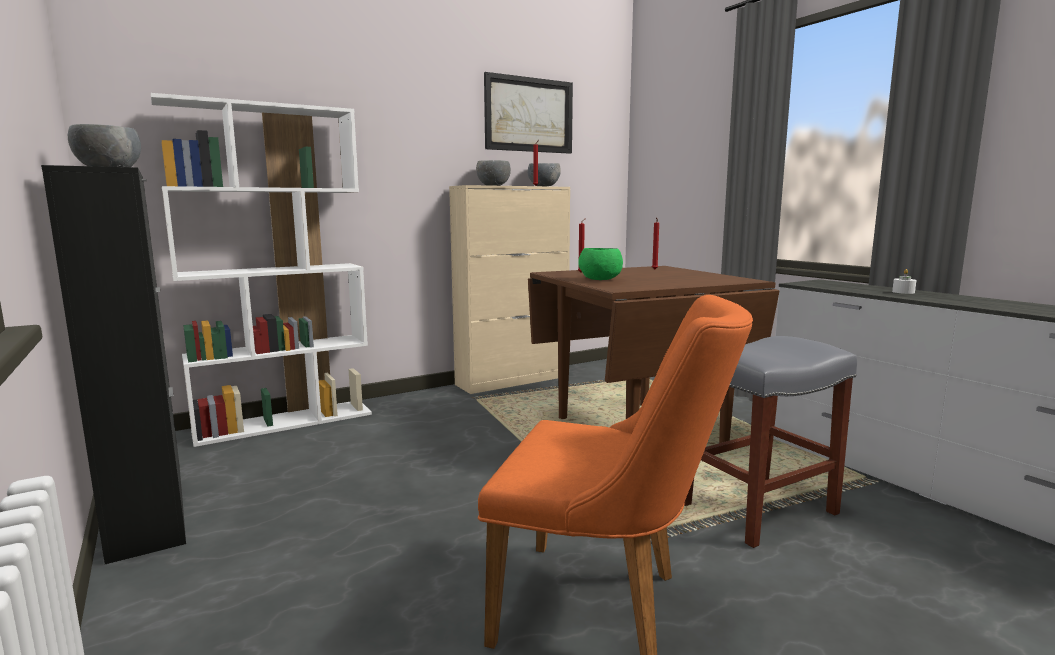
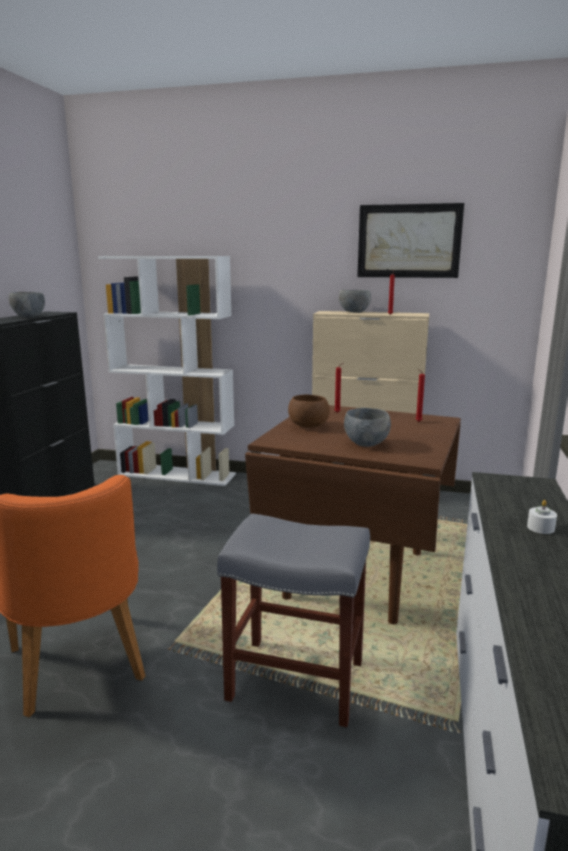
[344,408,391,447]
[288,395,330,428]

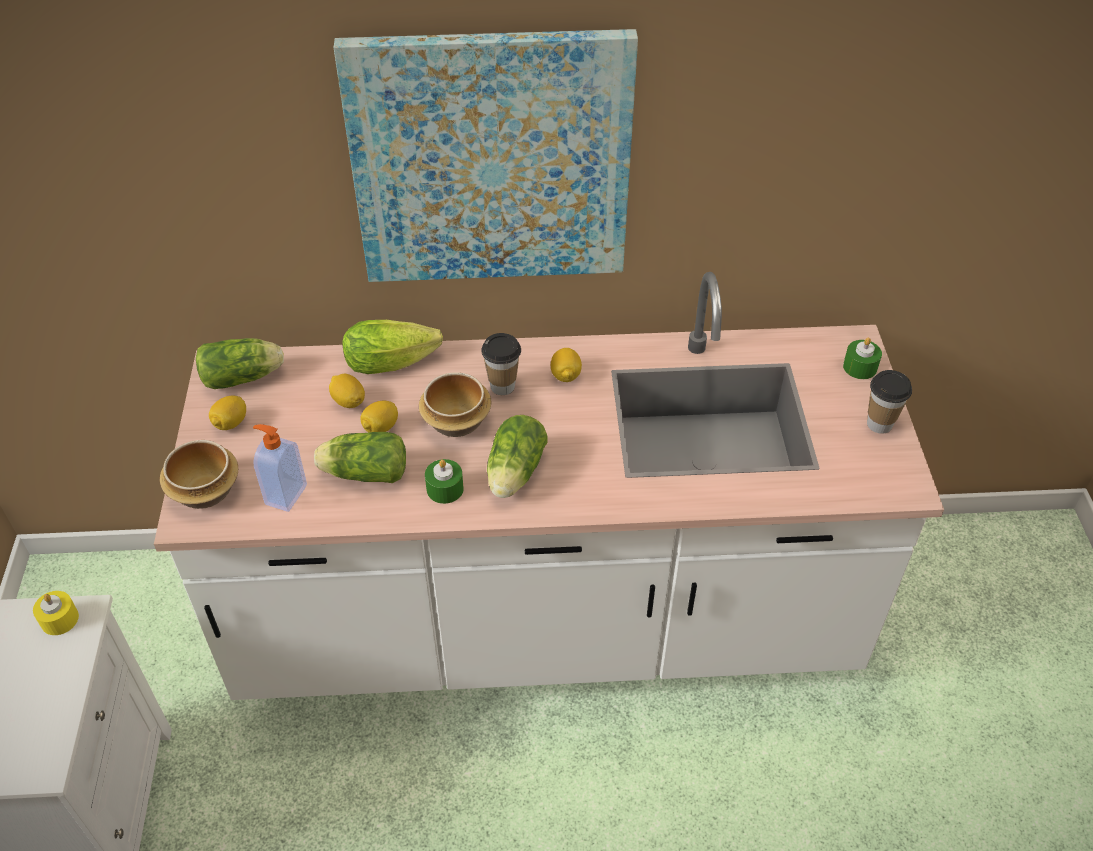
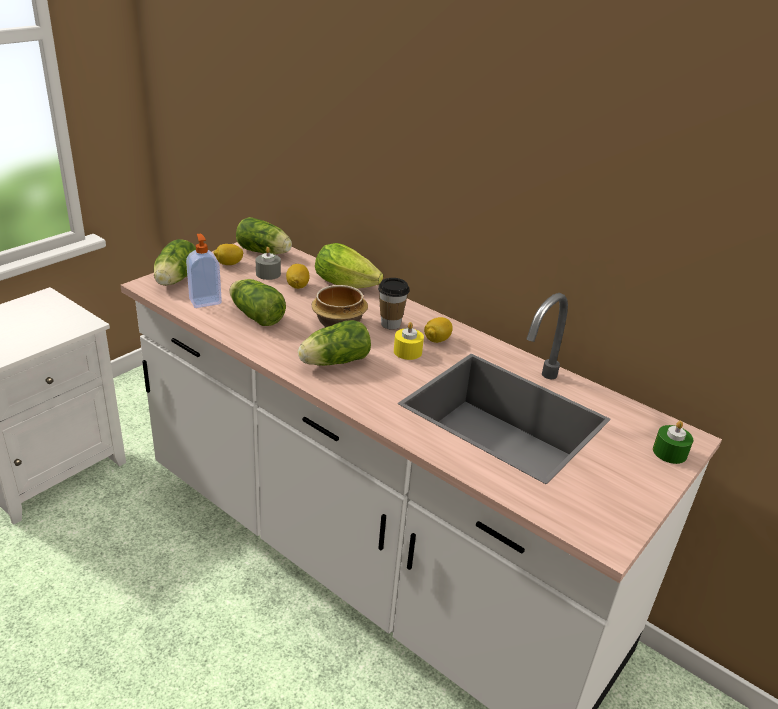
[394,322,424,360]
[154,239,196,286]
[334,29,638,282] (first image)
[360,401,398,433] (first image)
[425,459,464,504] (first image)
[867,370,912,434] (first image)
[256,247,281,280]

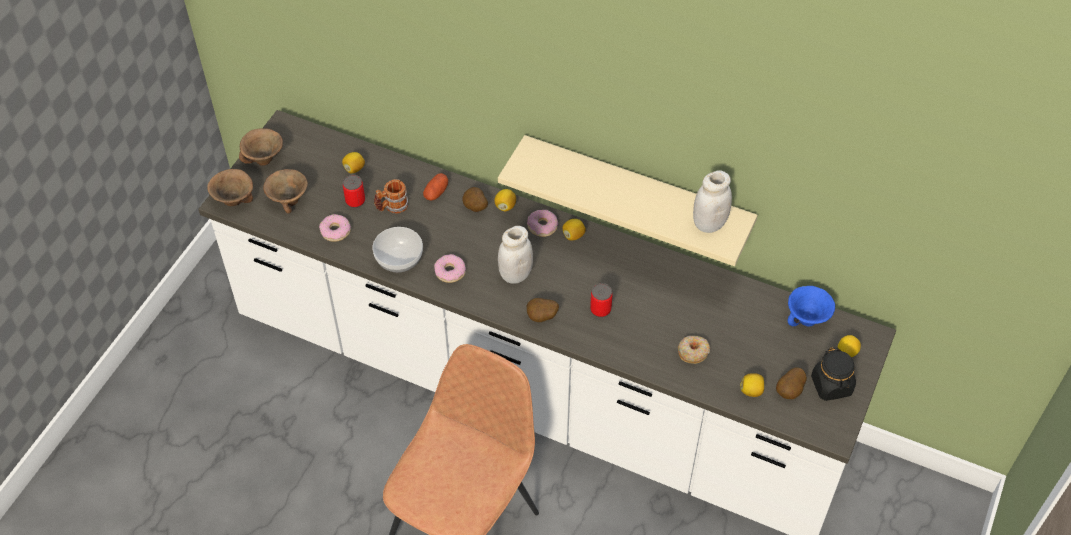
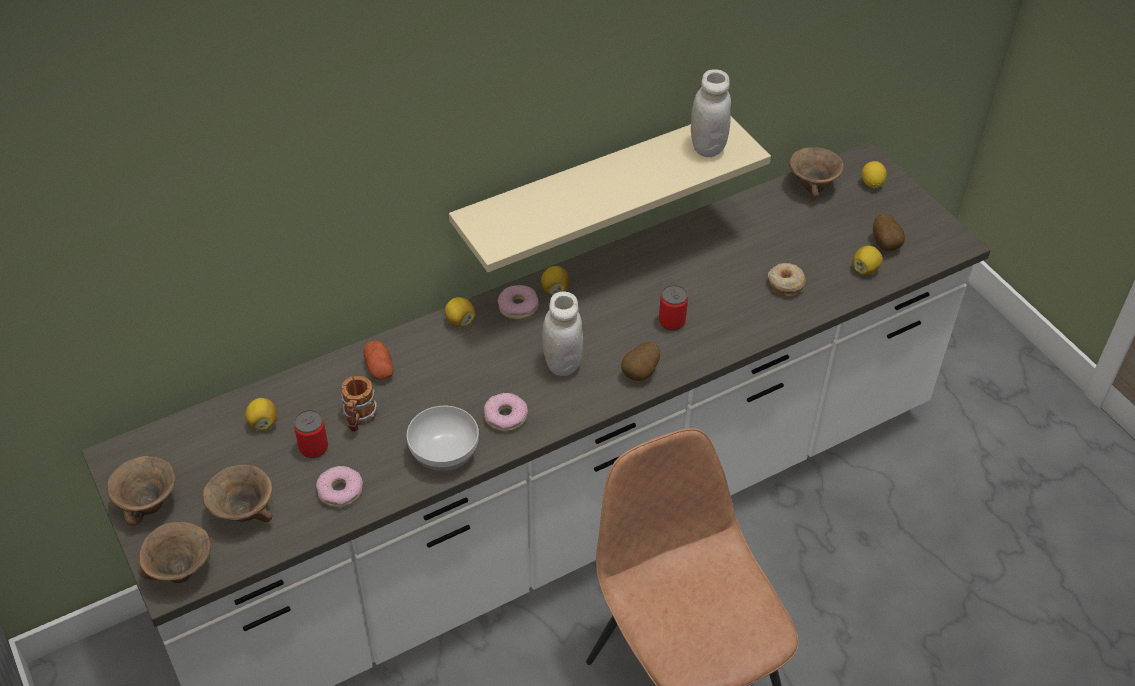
[462,187,488,212] (first image)
[789,147,844,199]
[811,348,856,401] (first image)

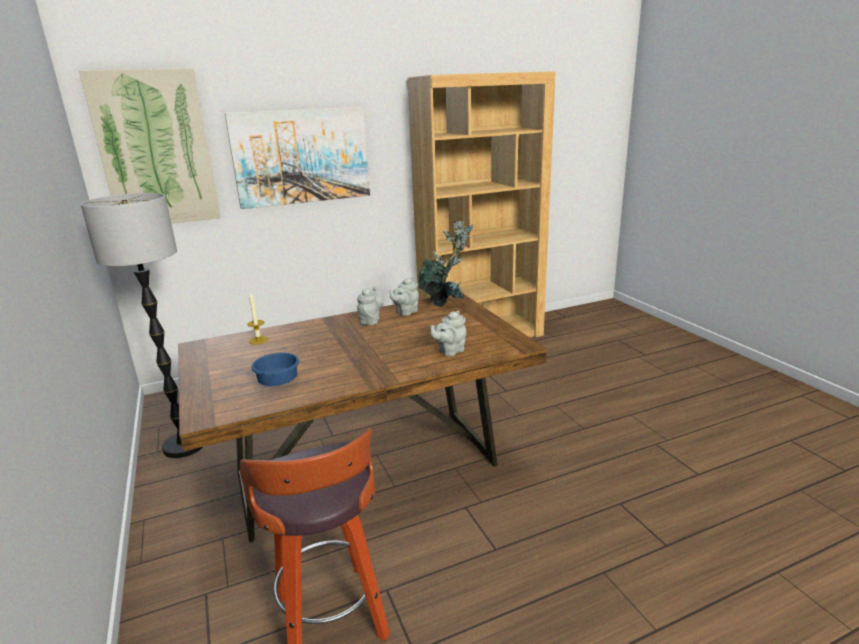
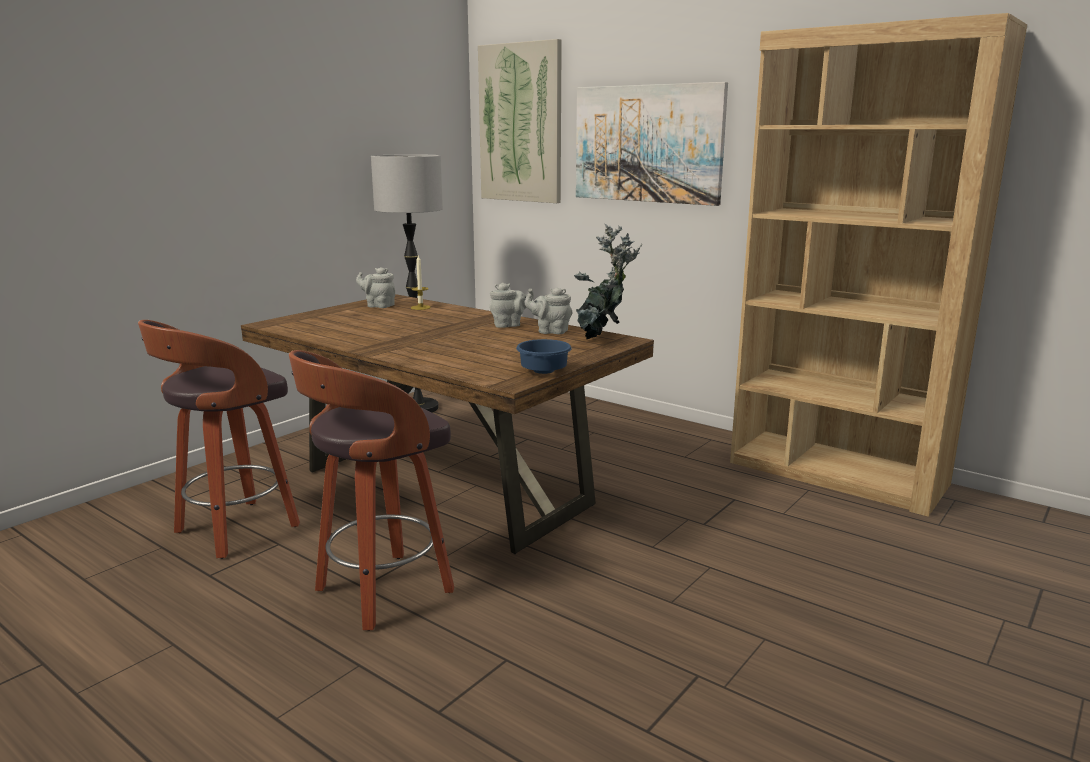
[516,339,572,374]
[356,267,395,308]
[289,350,454,631]

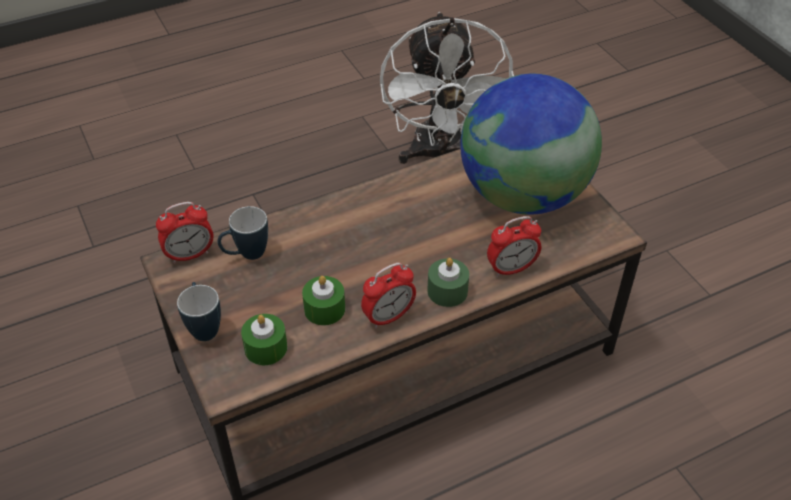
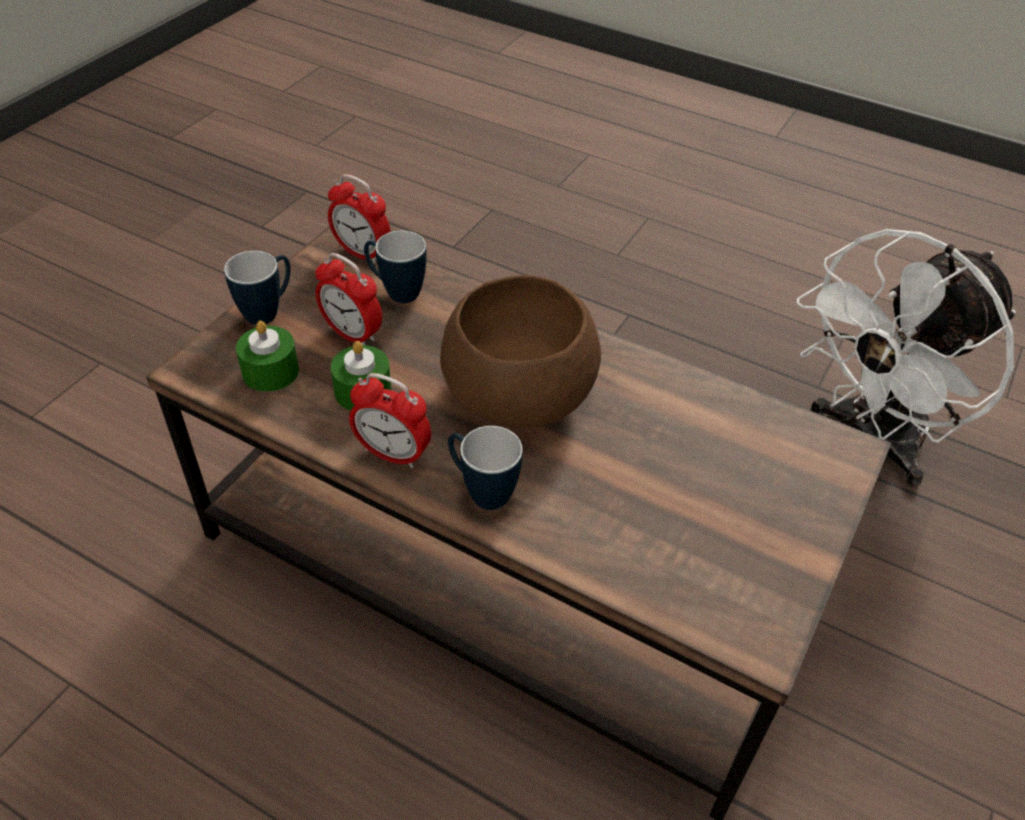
[448,426,522,510]
[460,74,602,215] (first image)
[315,253,382,345]
[440,275,601,428]

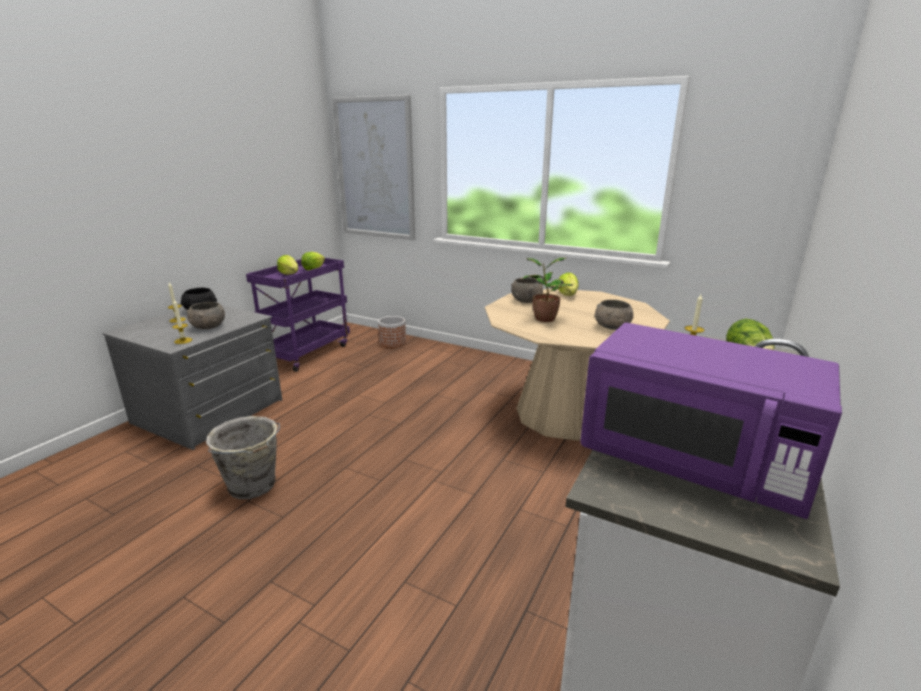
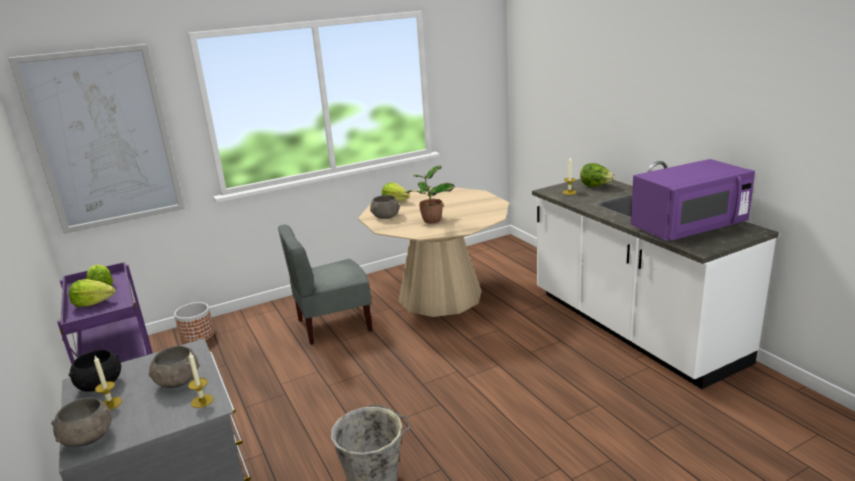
[51,397,112,447]
[278,224,372,345]

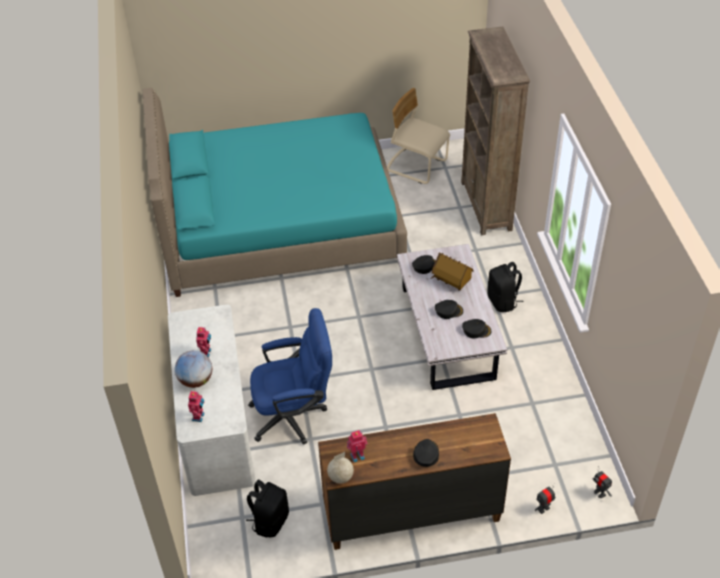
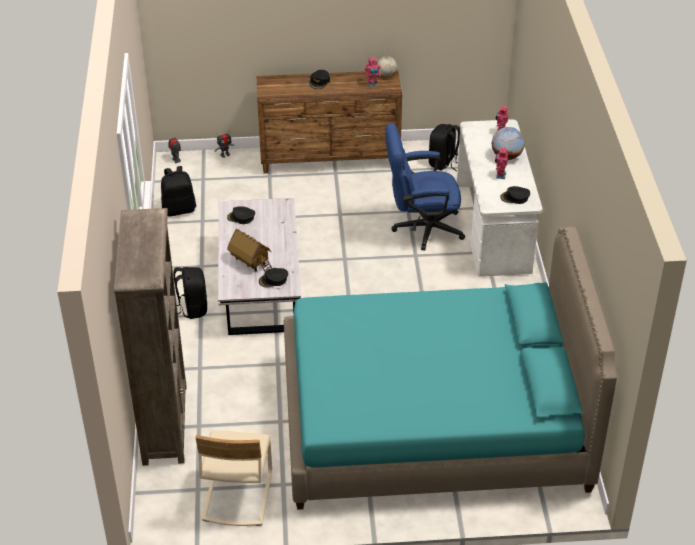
[195,430,272,526]
[500,186,530,204]
[161,166,196,217]

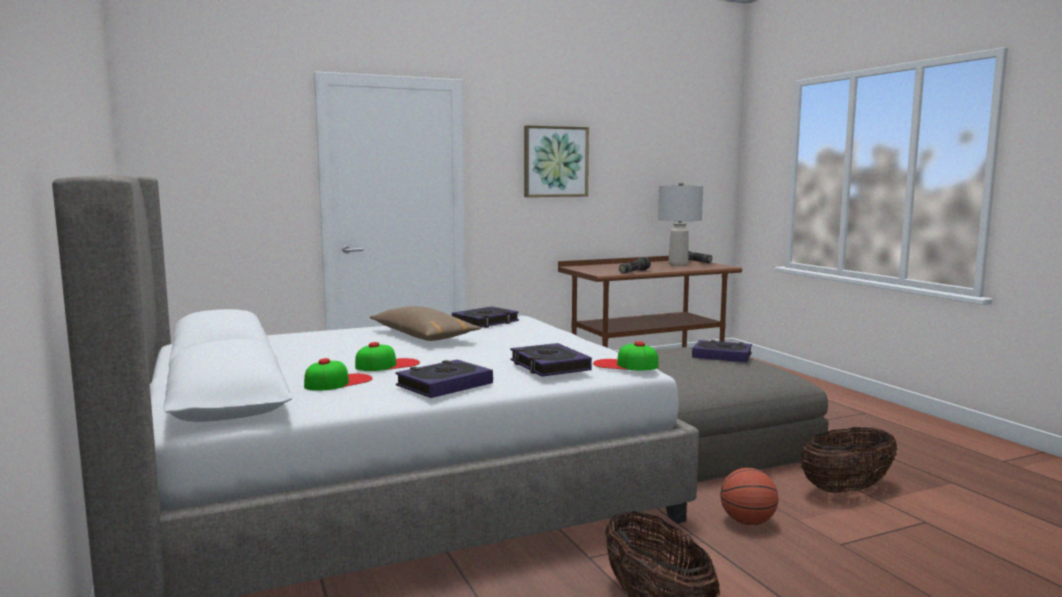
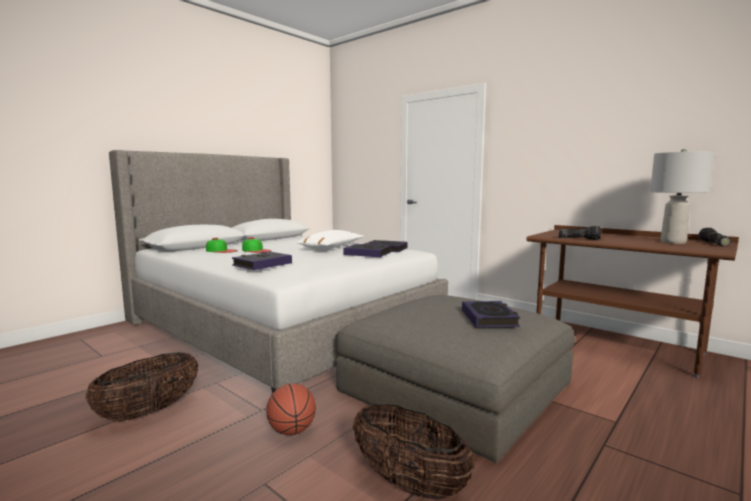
[296,230,364,249]
[344,244,391,257]
[524,125,589,197] (first image)
[593,341,659,371] (first image)

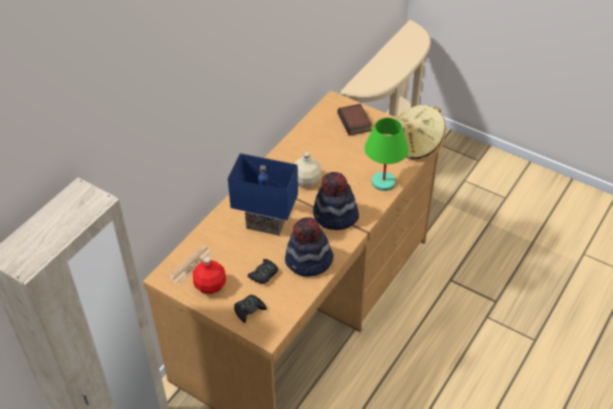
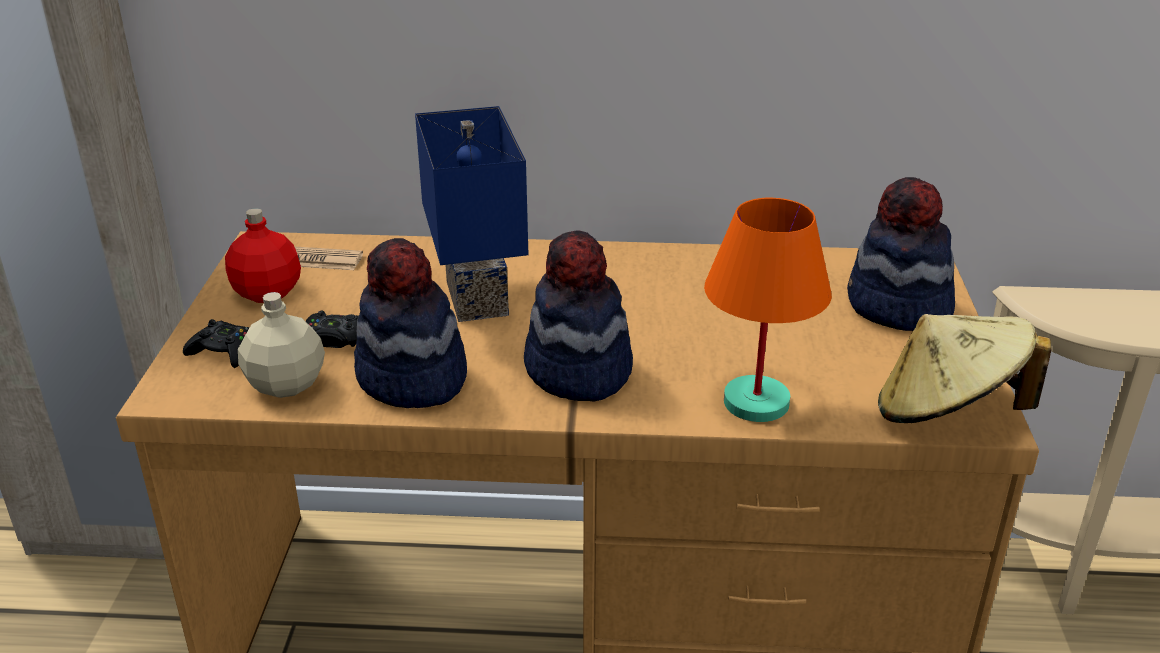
[238,292,325,398]
[847,177,955,331]
[704,198,832,422]

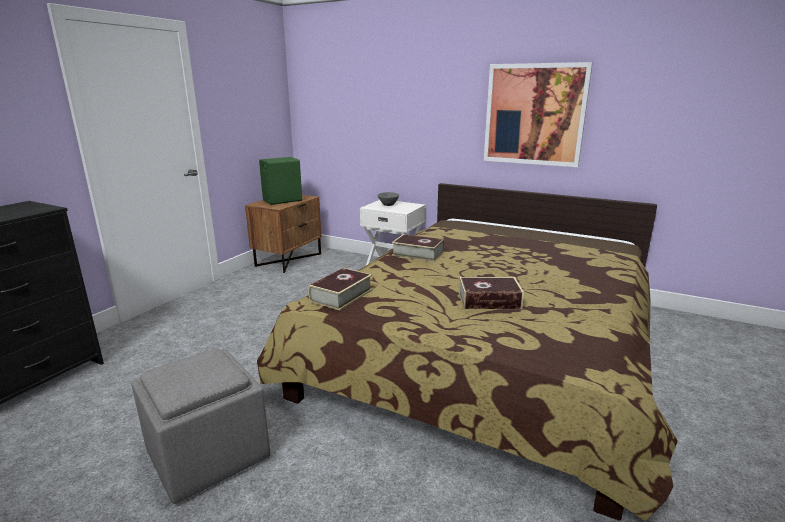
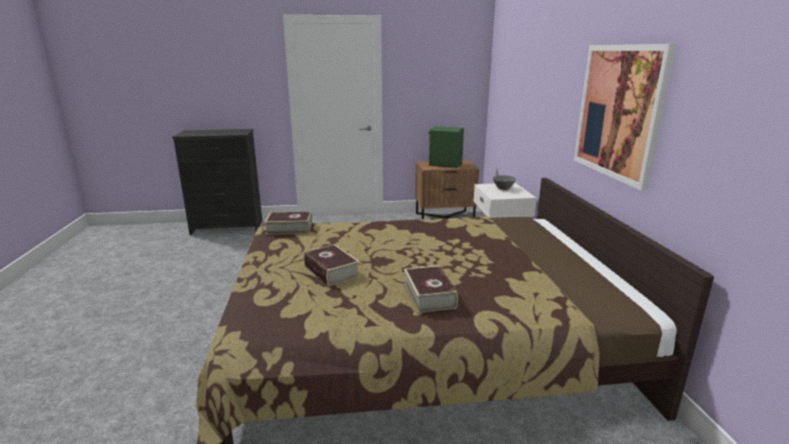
[131,349,270,504] (first image)
[404,265,458,313]

